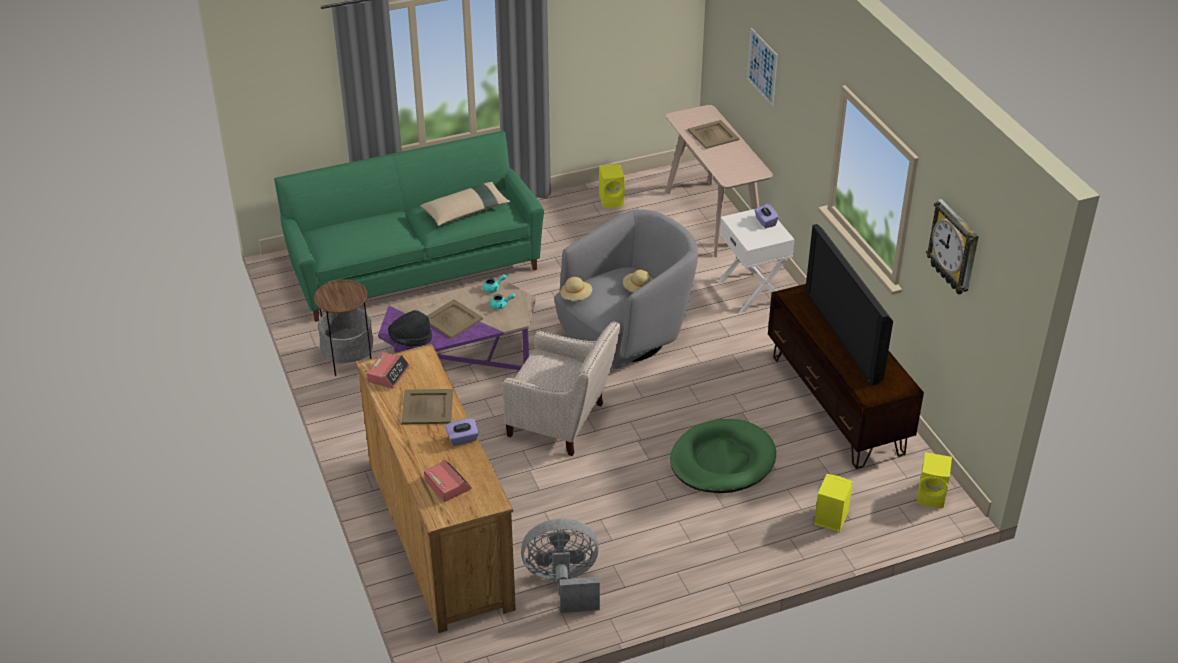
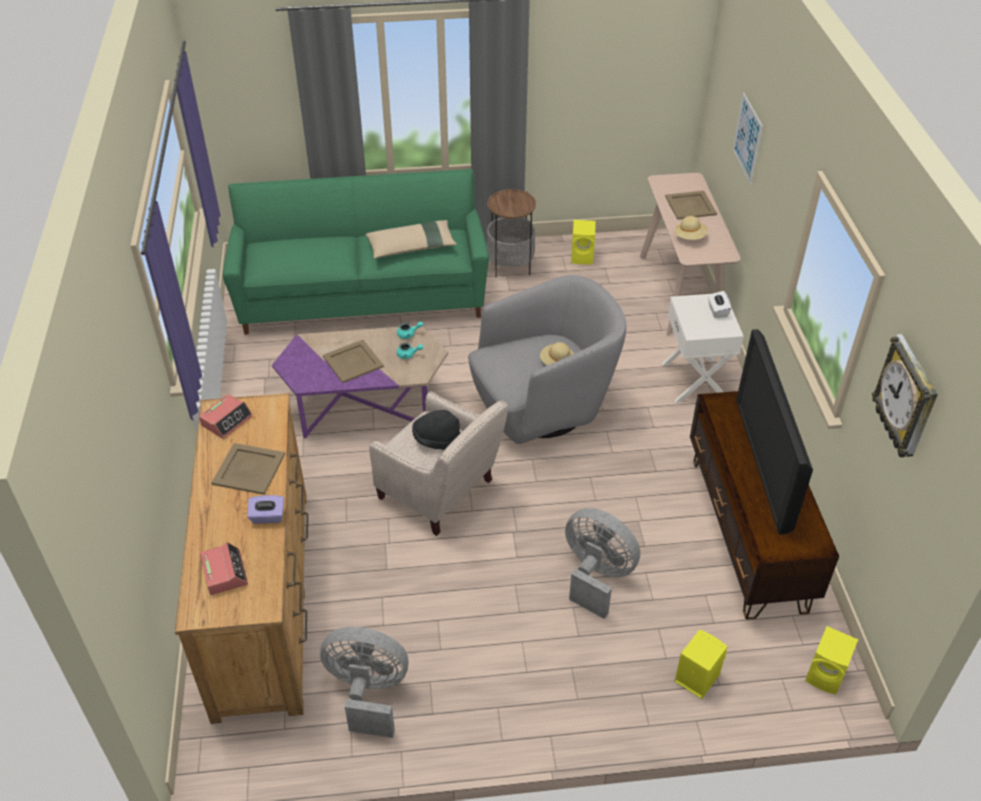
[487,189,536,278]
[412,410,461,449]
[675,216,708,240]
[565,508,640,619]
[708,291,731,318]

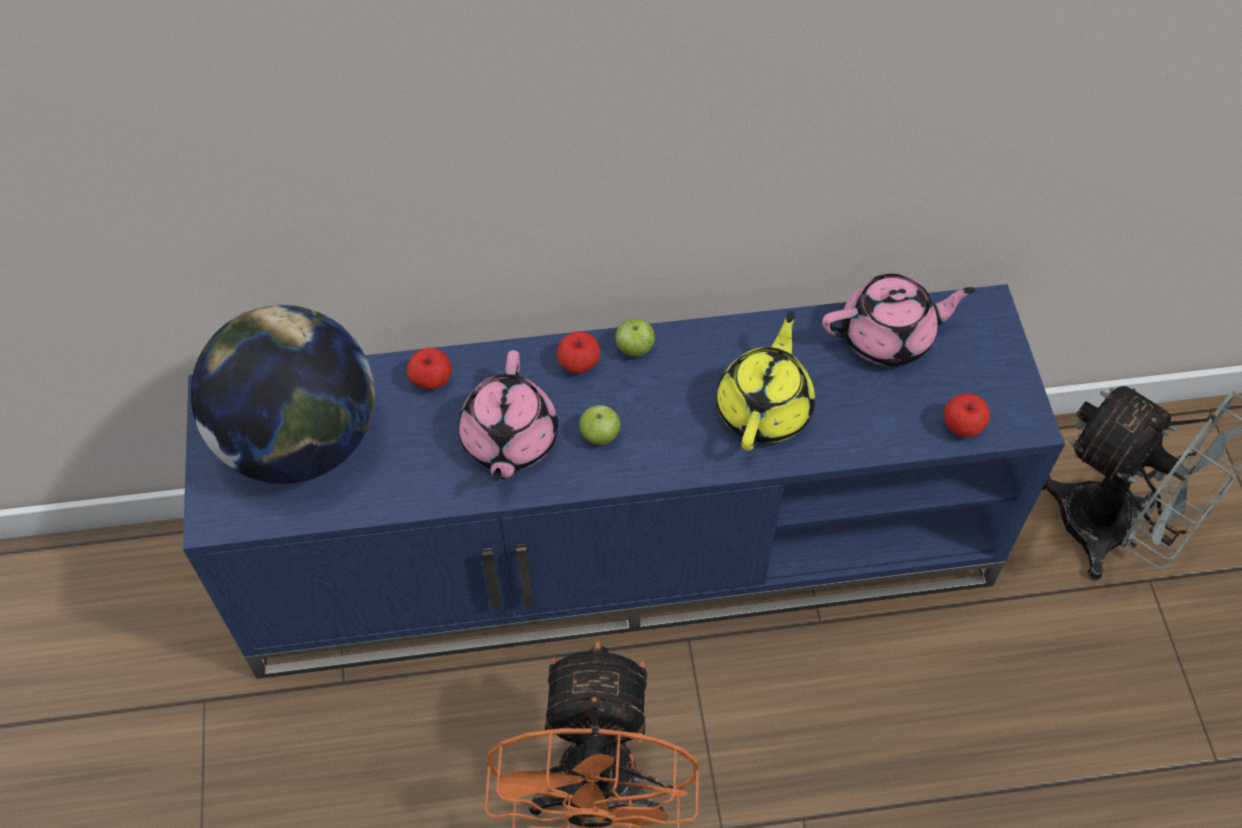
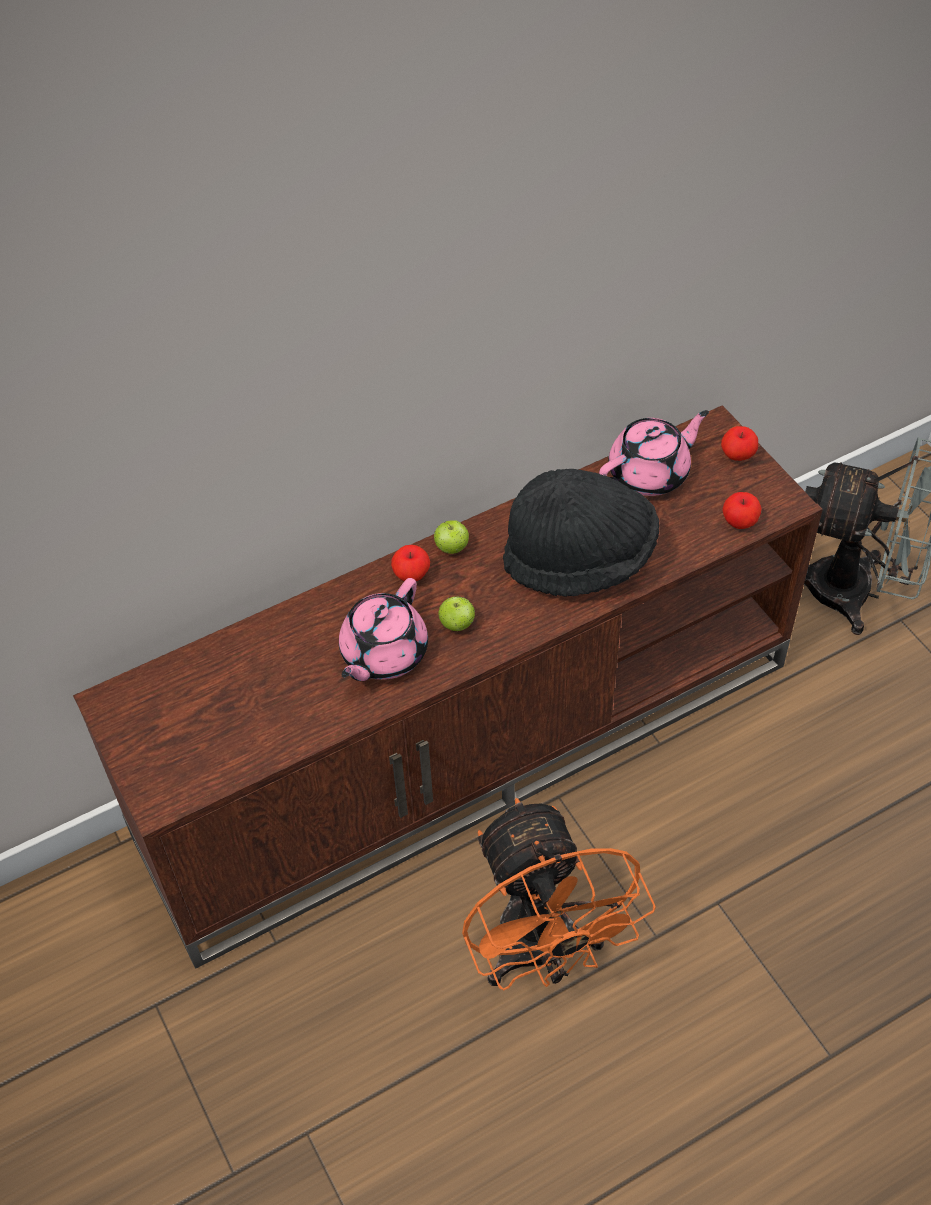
[73,405,823,968]
[191,305,375,484] (first image)
[721,426,758,461]
[339,578,428,681]
[503,469,659,597]

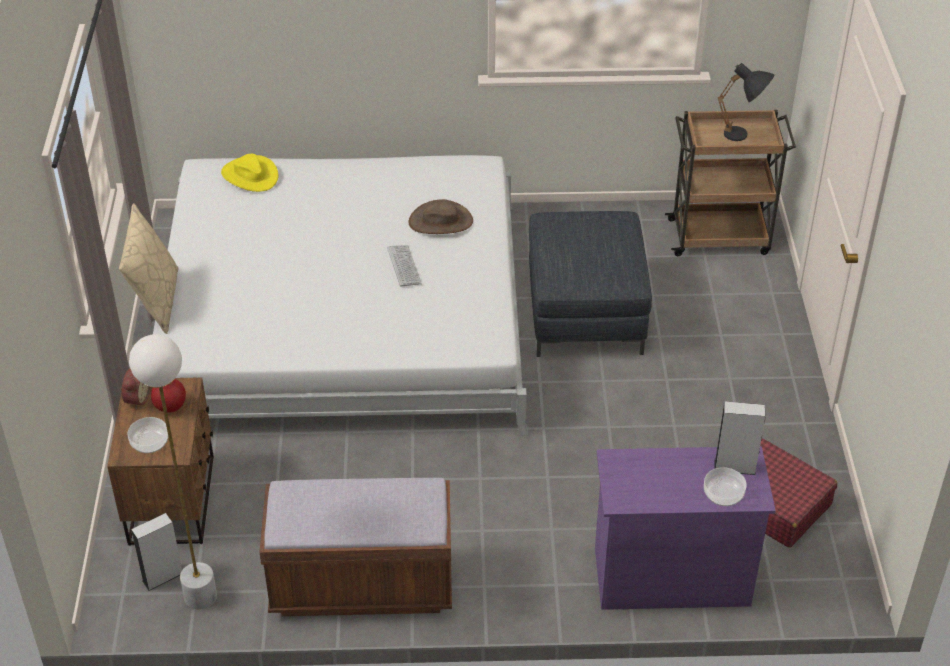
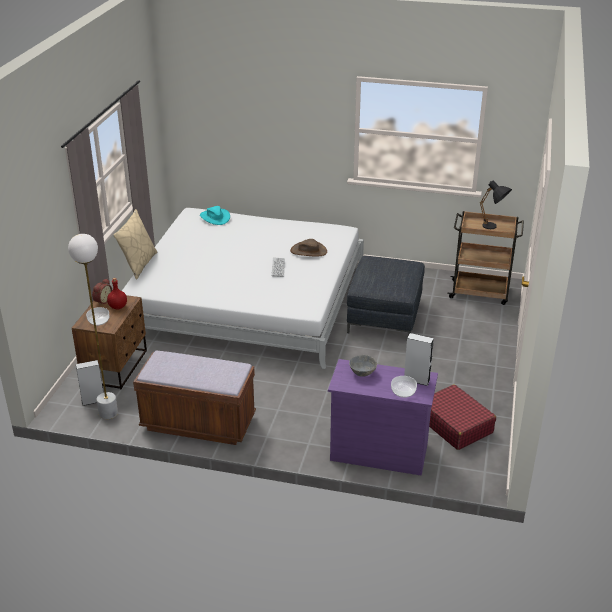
[200,206,230,225]
[349,355,377,377]

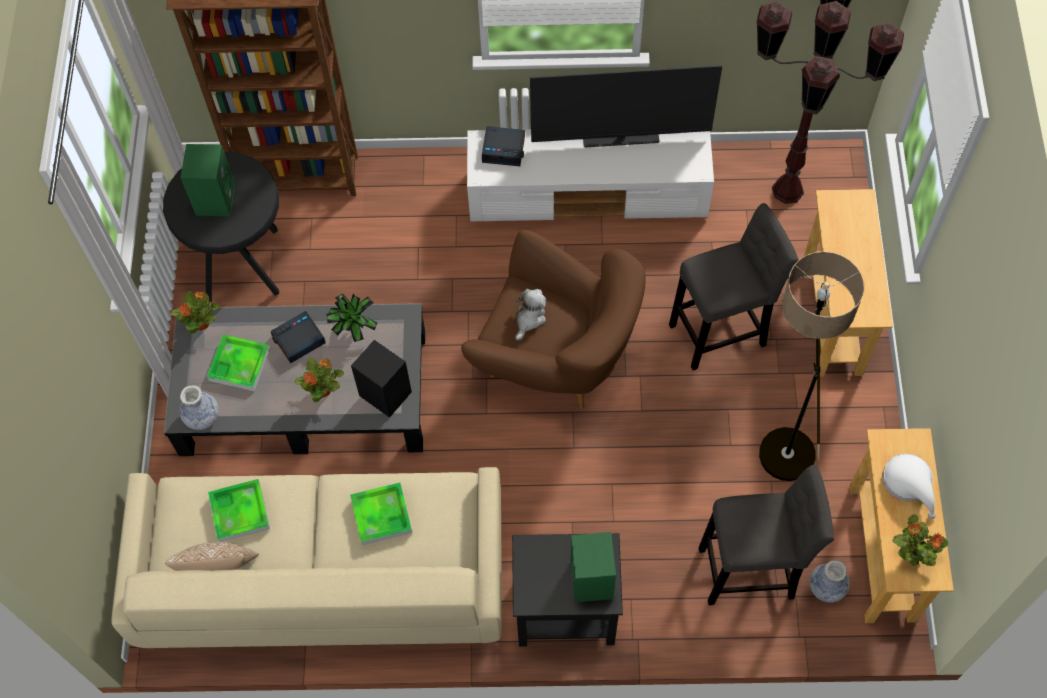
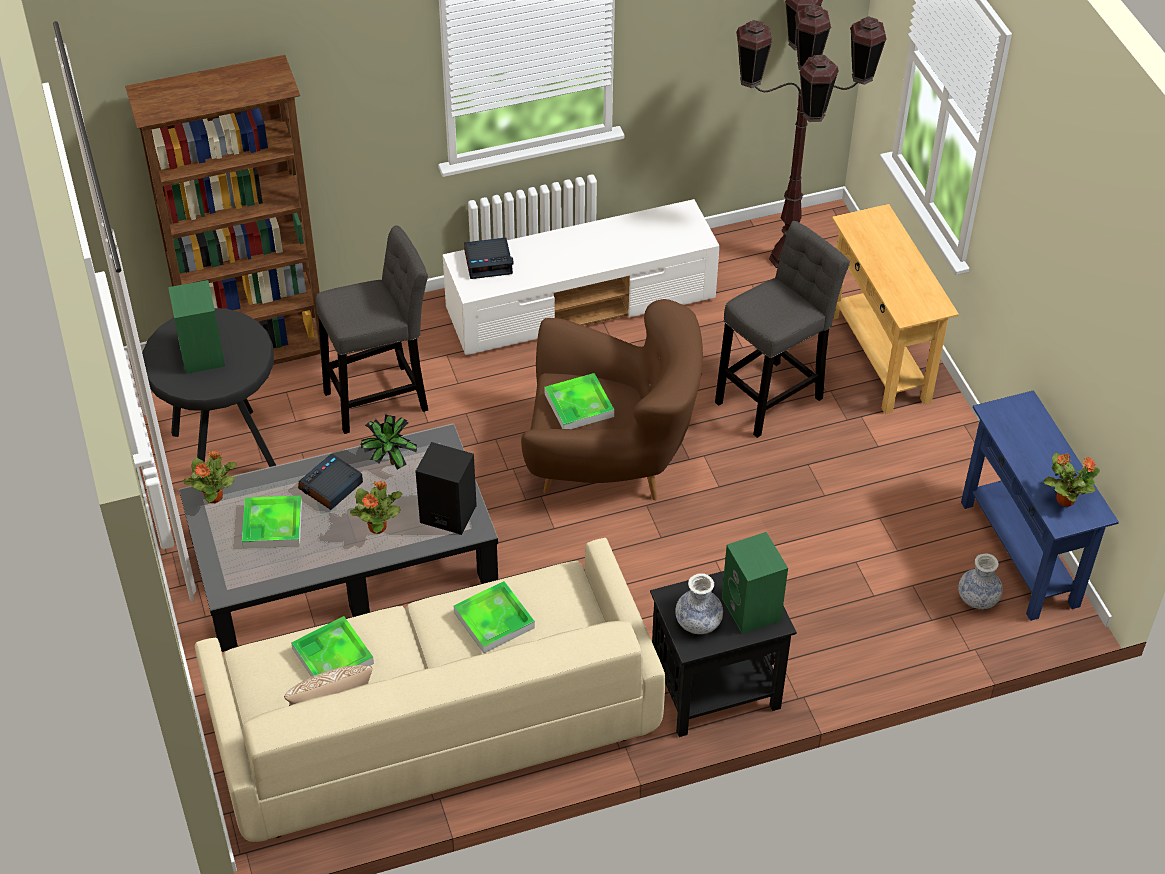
[675,573,723,634]
[545,373,614,429]
[530,65,722,147] (first image)
[316,225,428,434]
[759,251,864,481] (first image)
[961,390,1119,621]
[882,454,936,519] (first image)

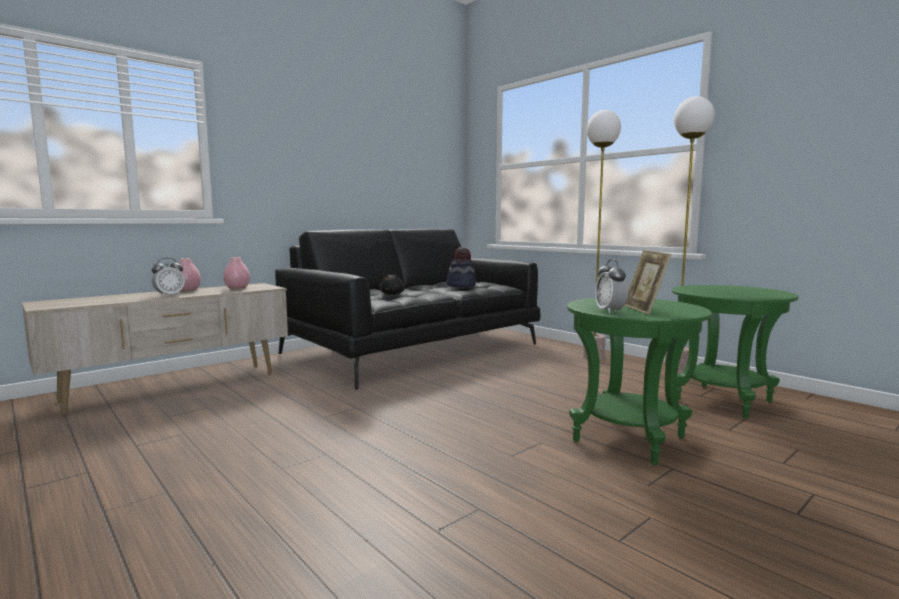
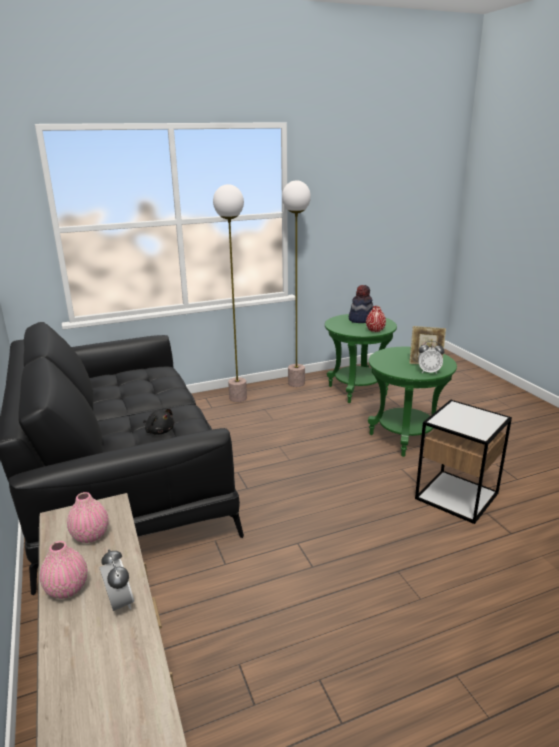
[349,285,373,323]
[366,306,386,332]
[415,400,512,524]

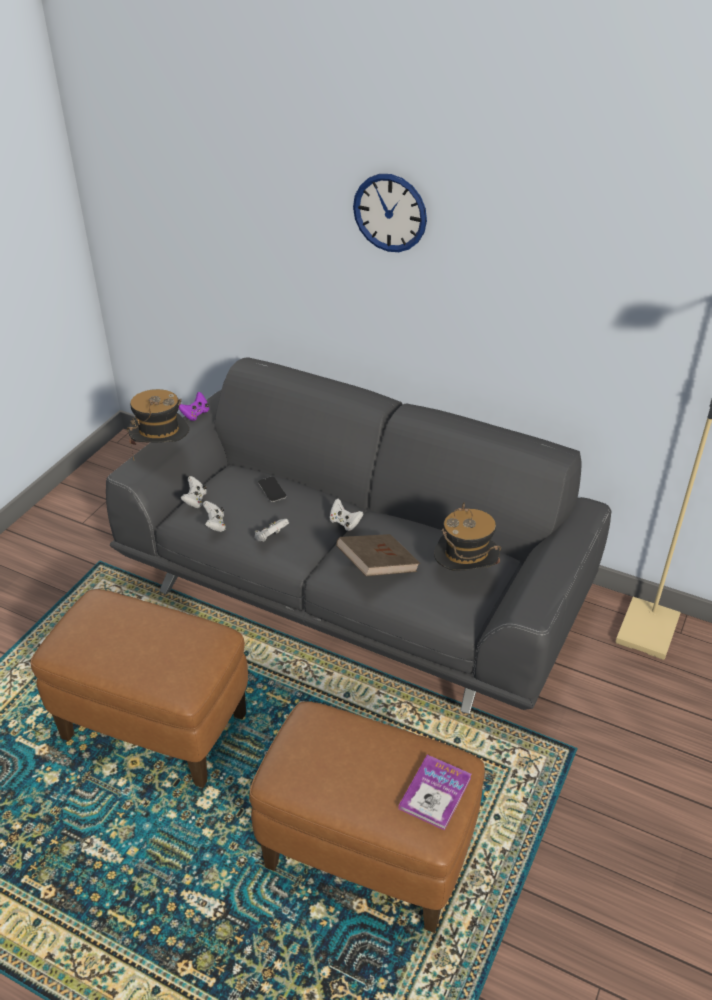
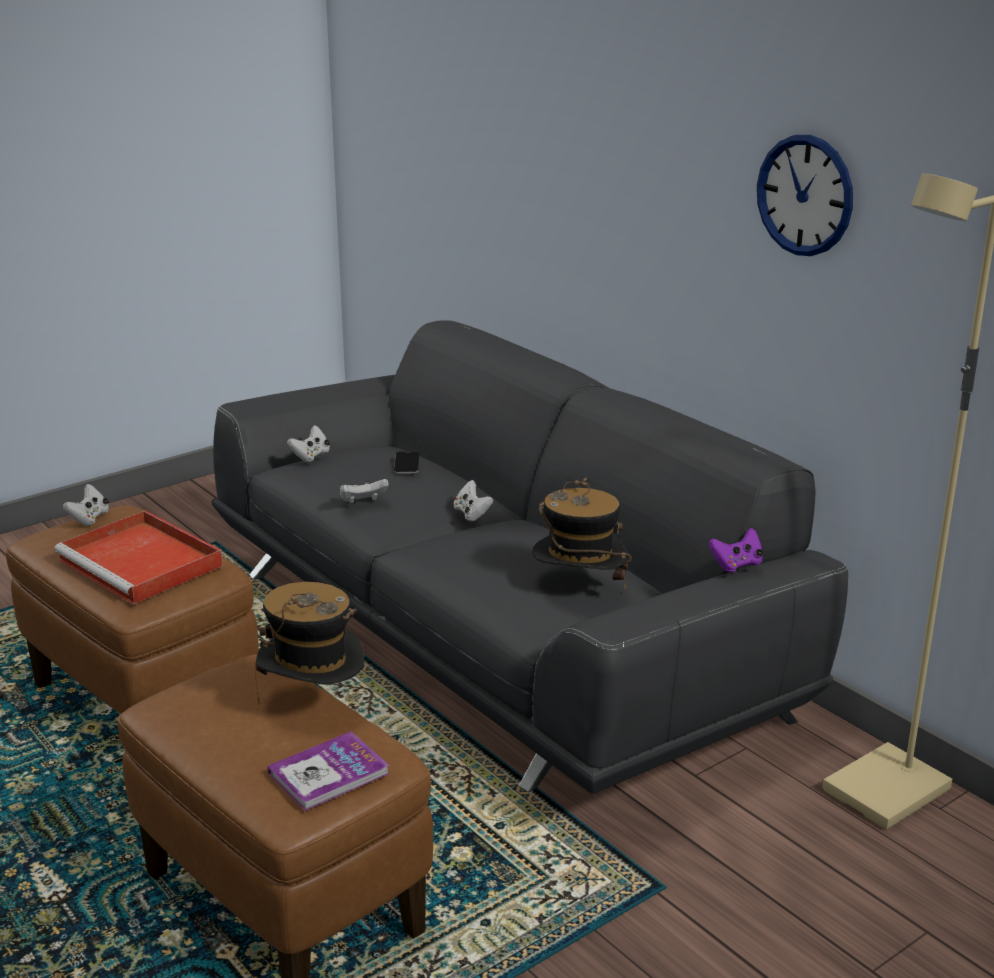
[255,582,365,704]
[708,528,763,572]
[63,484,109,526]
[336,534,420,576] (first image)
[757,135,853,256]
[54,510,223,605]

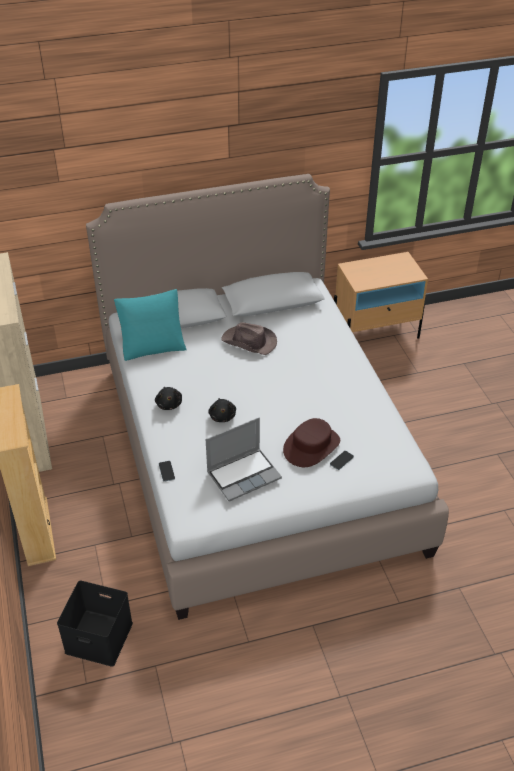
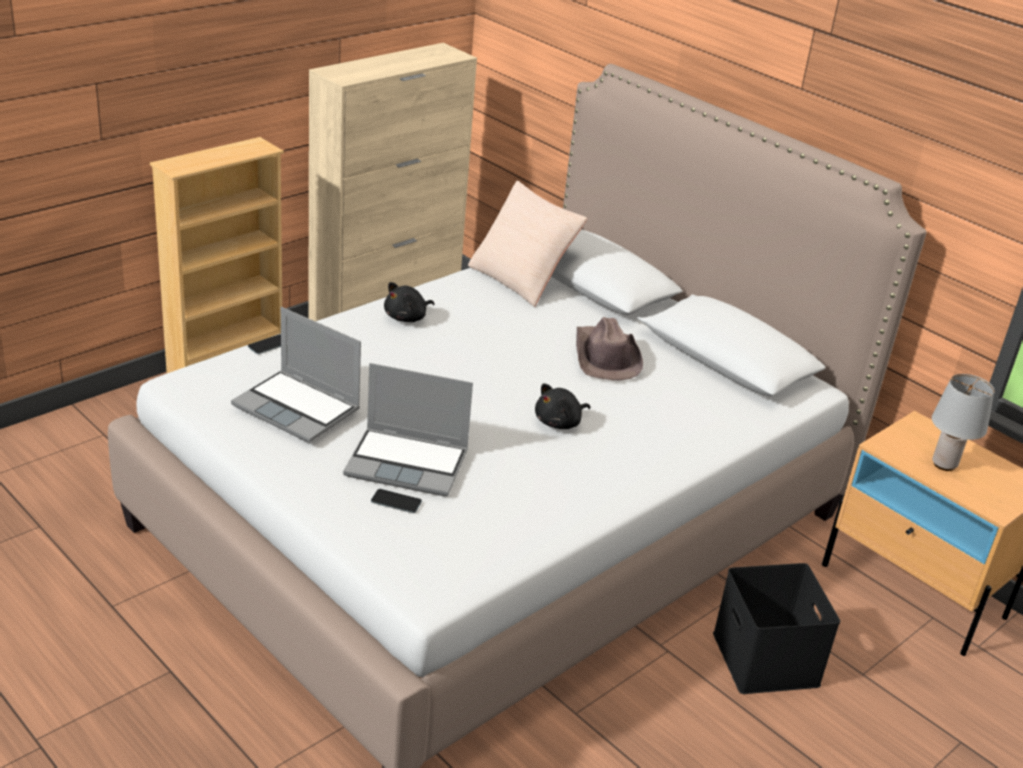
[713,563,840,694]
[468,181,587,307]
[535,383,590,429]
[343,363,473,496]
[932,374,995,471]

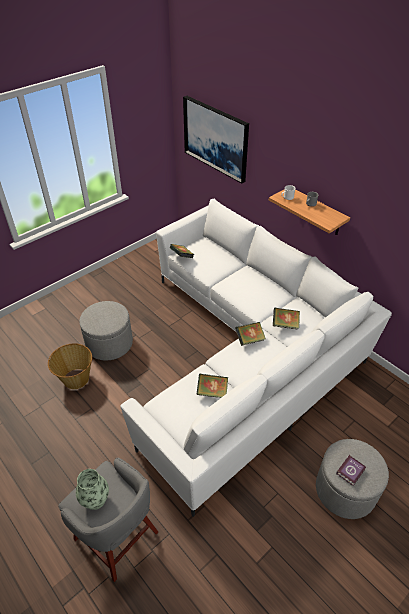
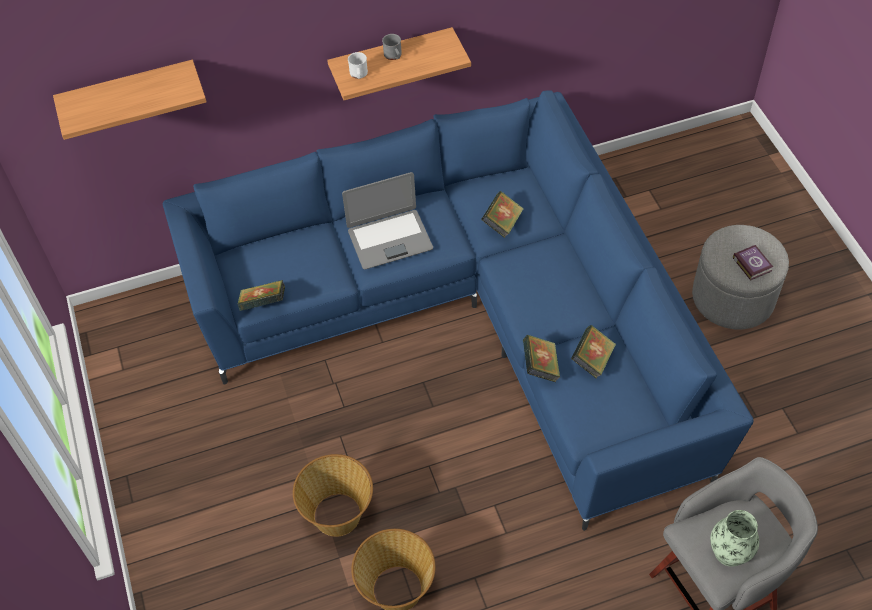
[293,454,373,537]
[163,90,754,531]
[53,60,206,140]
[523,335,560,382]
[342,172,433,269]

